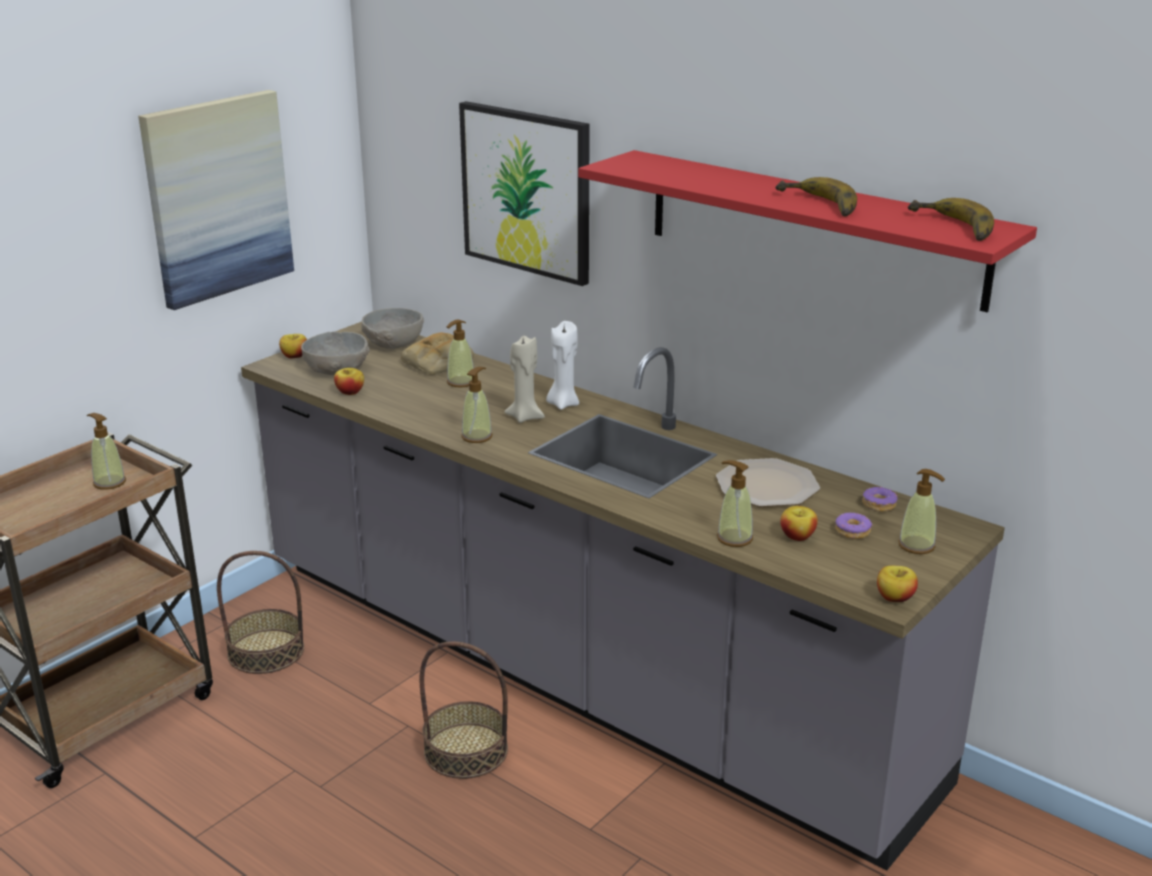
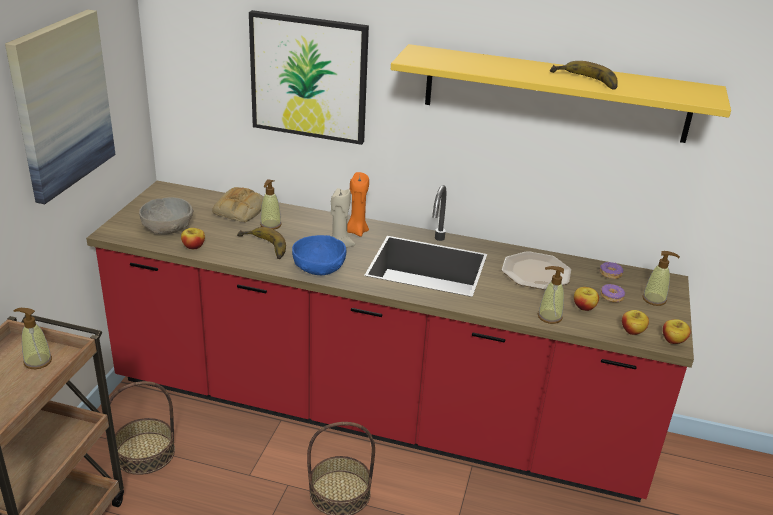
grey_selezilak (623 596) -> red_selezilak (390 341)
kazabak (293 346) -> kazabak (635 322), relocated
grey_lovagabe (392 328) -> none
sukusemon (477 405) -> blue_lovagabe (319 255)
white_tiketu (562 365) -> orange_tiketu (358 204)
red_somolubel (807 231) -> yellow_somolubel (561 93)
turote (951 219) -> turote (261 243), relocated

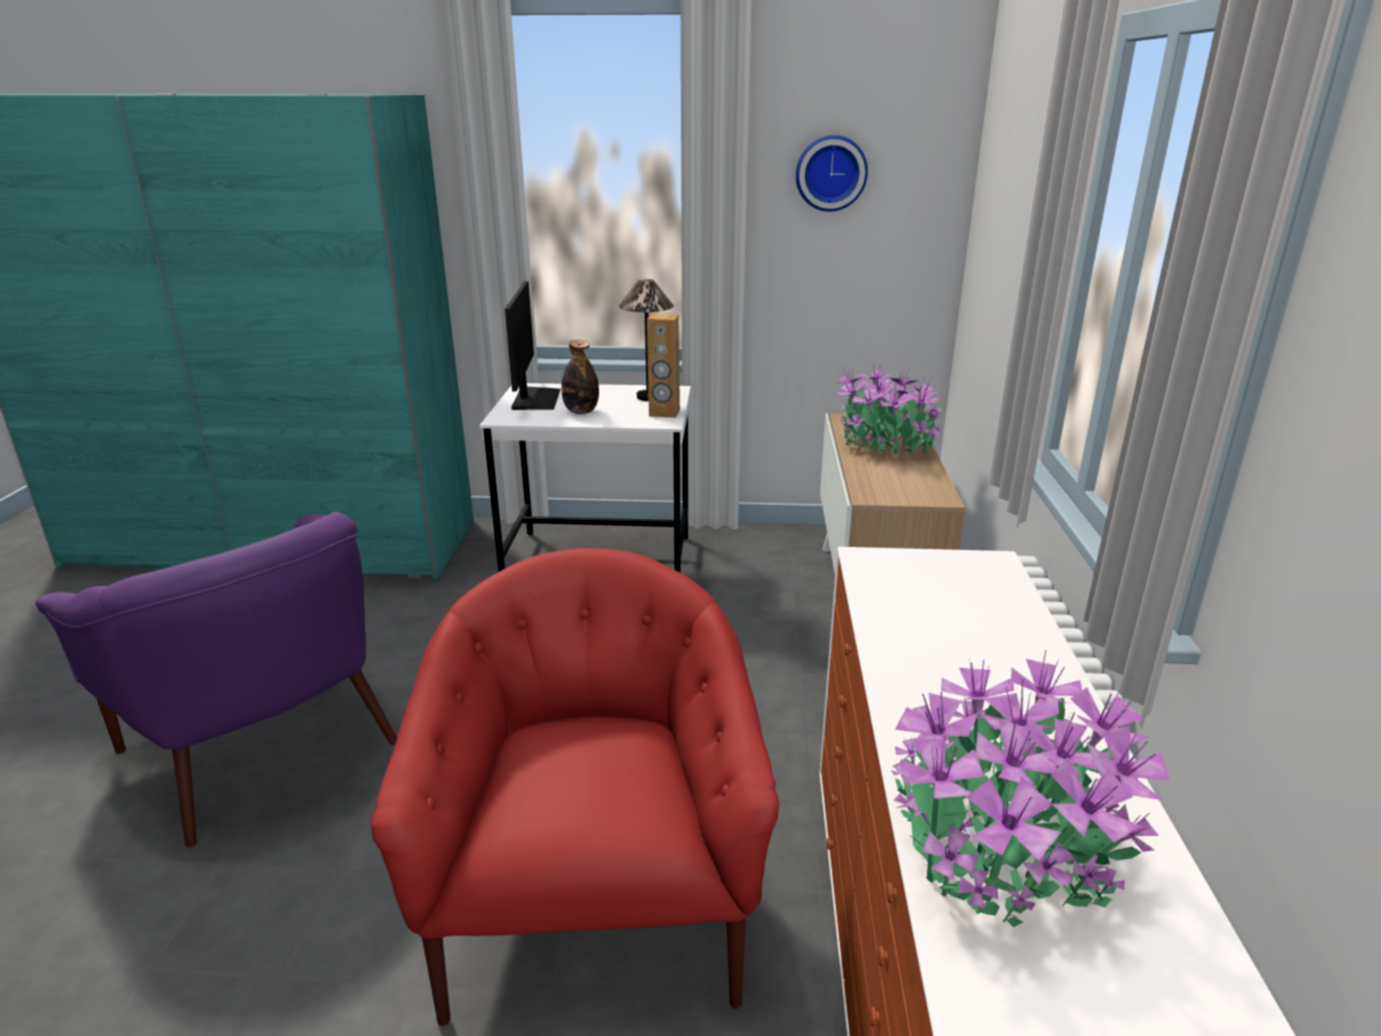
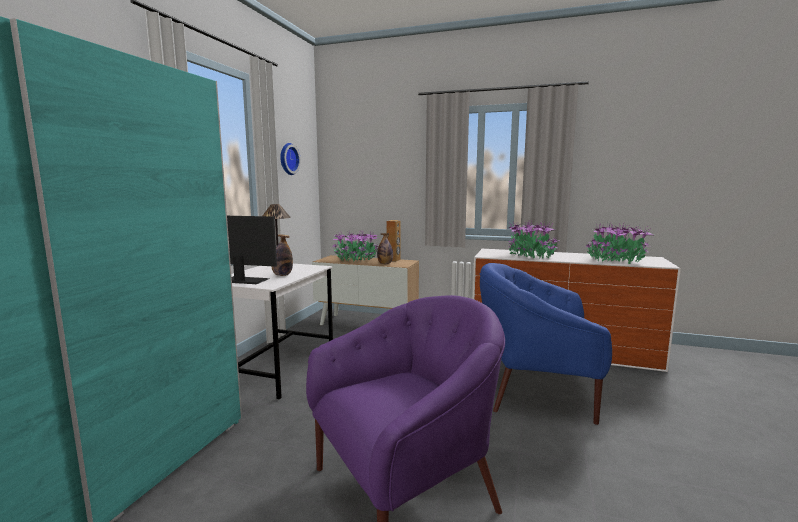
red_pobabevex (575 787) -> blue_pobabevex (546 344)
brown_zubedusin (663 365) -> brown_zubedusin (393 241), relocated
none -> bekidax (385 248)
none -> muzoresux (534 240)

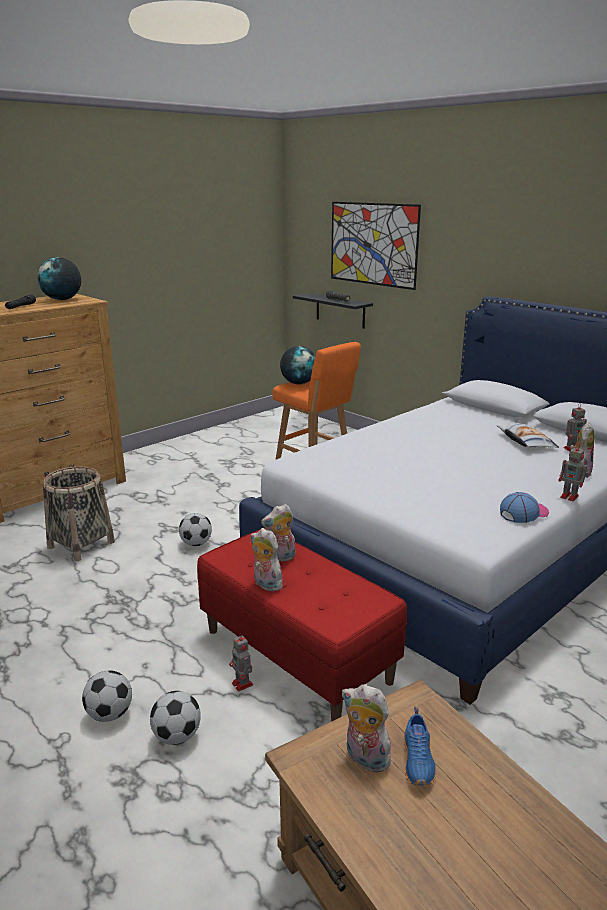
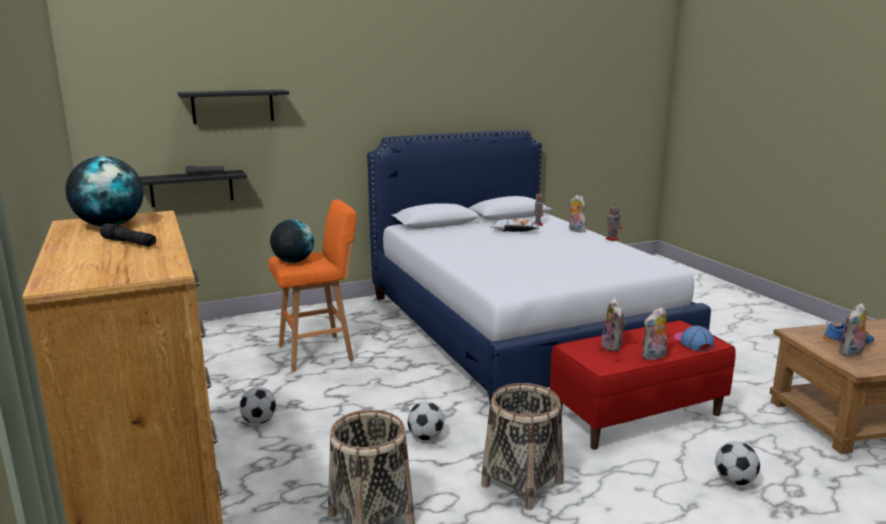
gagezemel (107 696) -> gagezemel (257 405), relocated
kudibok (241 662) -> none
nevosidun (376 246) -> black_somolubel (233 107)
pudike (524 507) -> pudike (694 338), relocated
none -> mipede (522 446)

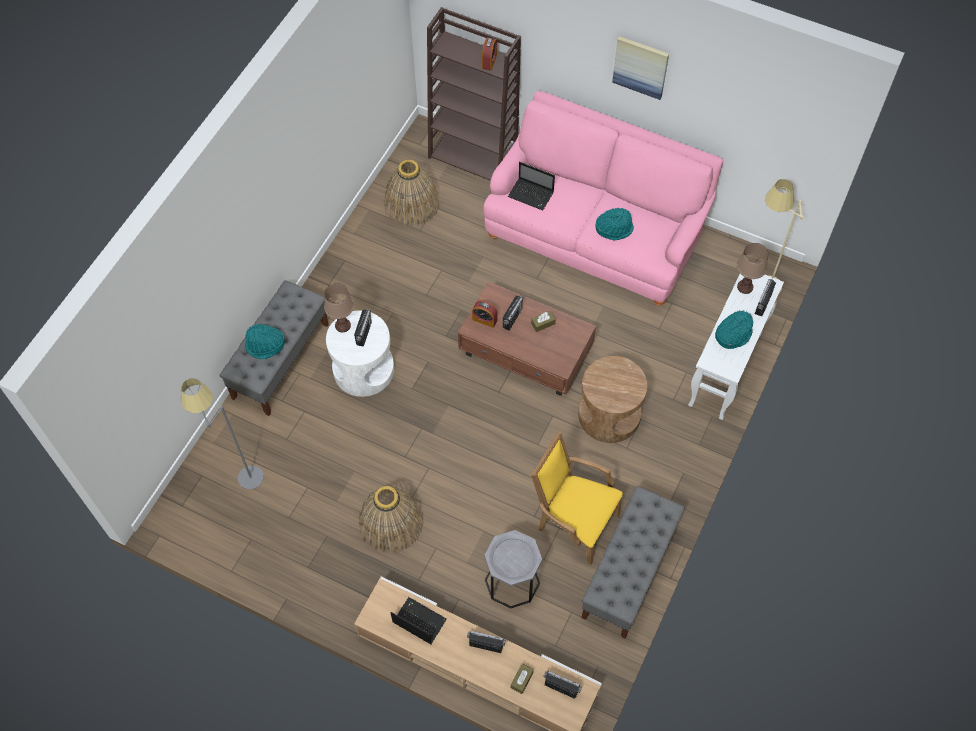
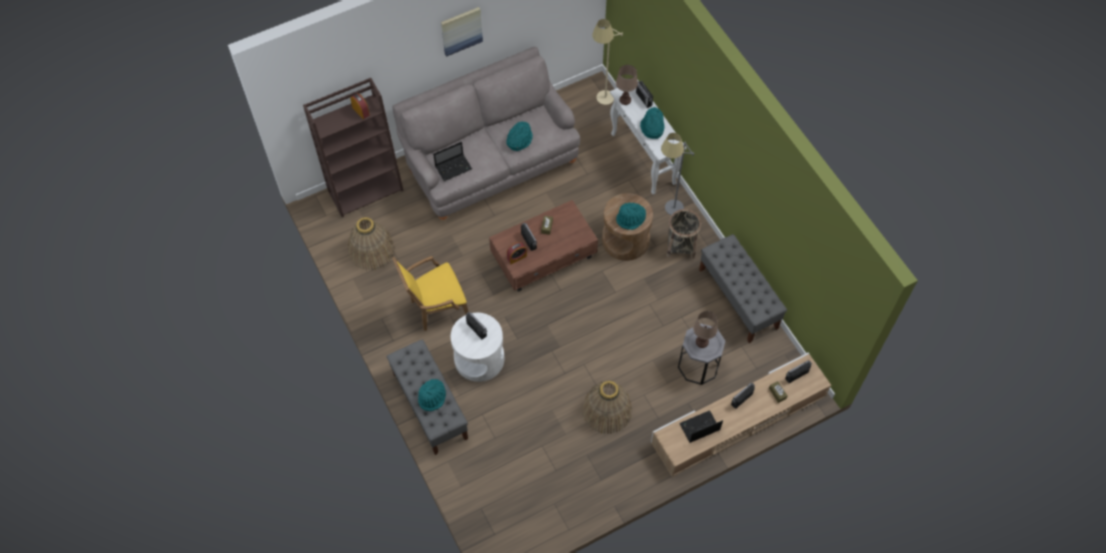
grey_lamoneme (222 433) -> grey_lamoneme (677 174), relocated
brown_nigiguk (339 307) -> brown_nigiguk (705 329), relocated
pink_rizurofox (603 198) -> grey_rizurofox (486 133)
yellow_pobabevex (577 498) -> yellow_pobabevex (430 293), relocated
none -> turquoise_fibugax (631 216)
none -> mipede (683 234)

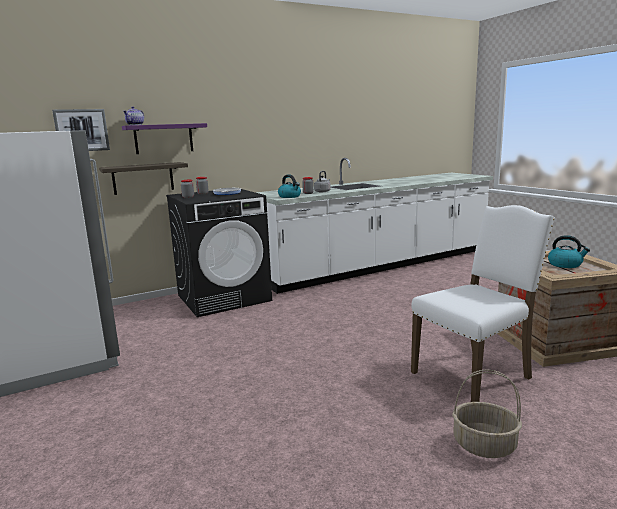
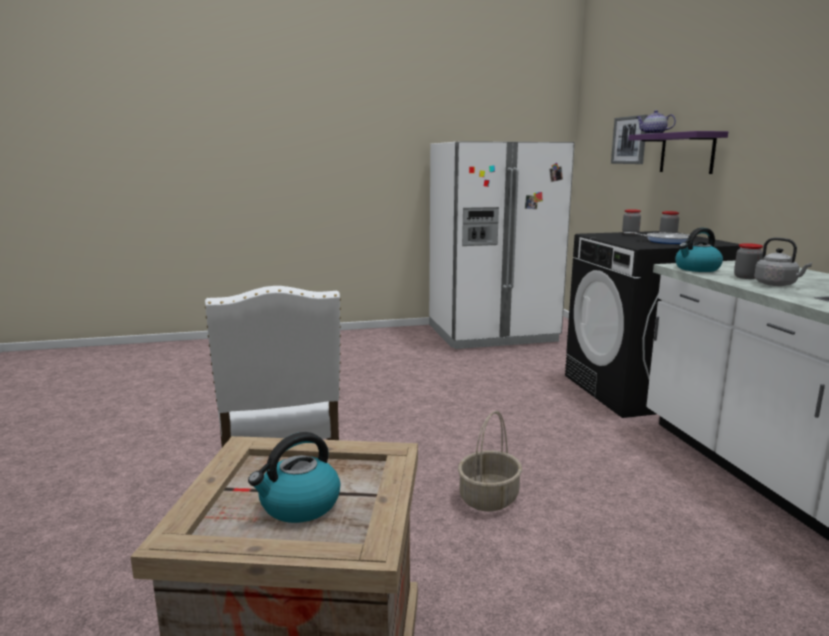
somolubel (143 178) -> none
mipede (487 413) -> mipede (490 461), relocated

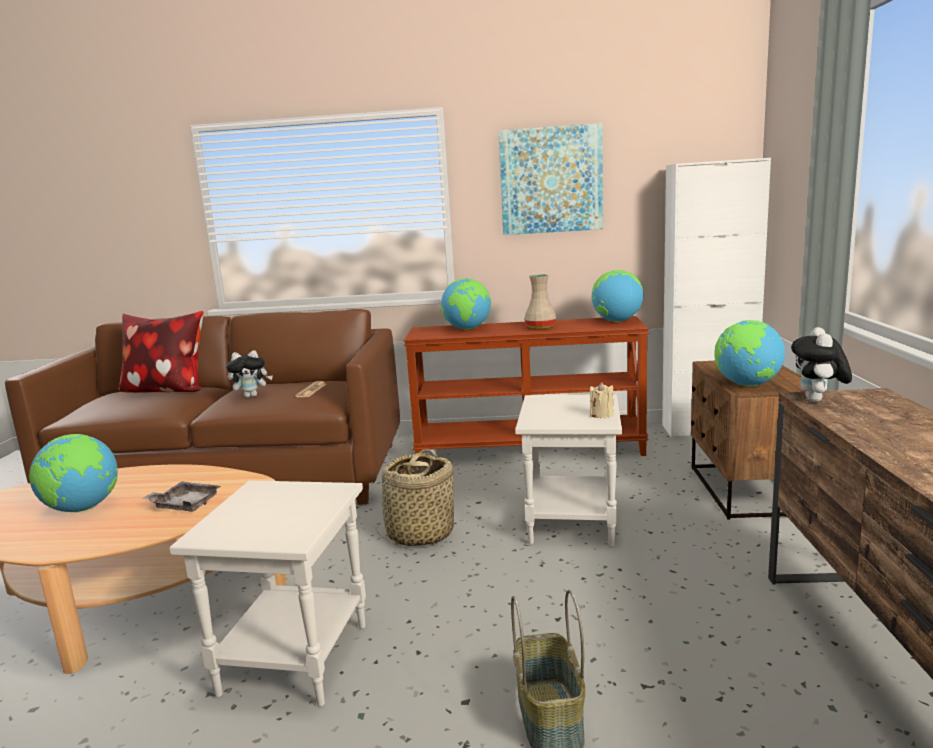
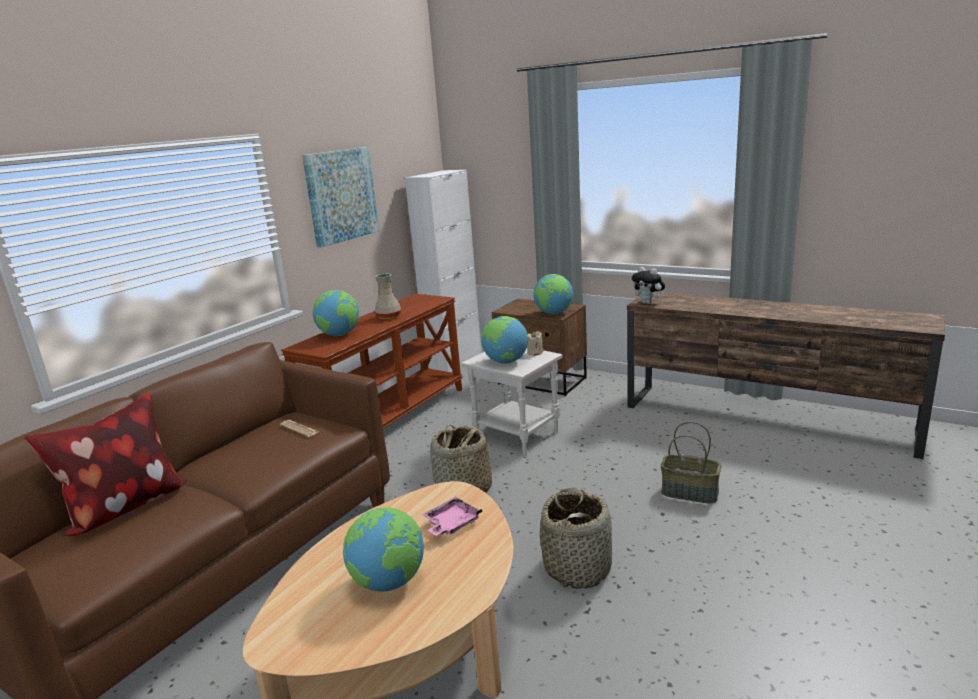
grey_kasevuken (181 497) -> pink_kasevuken (452 516)
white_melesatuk (267 593) -> mipede (576 538)
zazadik (249 374) -> none
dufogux (617 296) -> dufogux (504 340), relocated

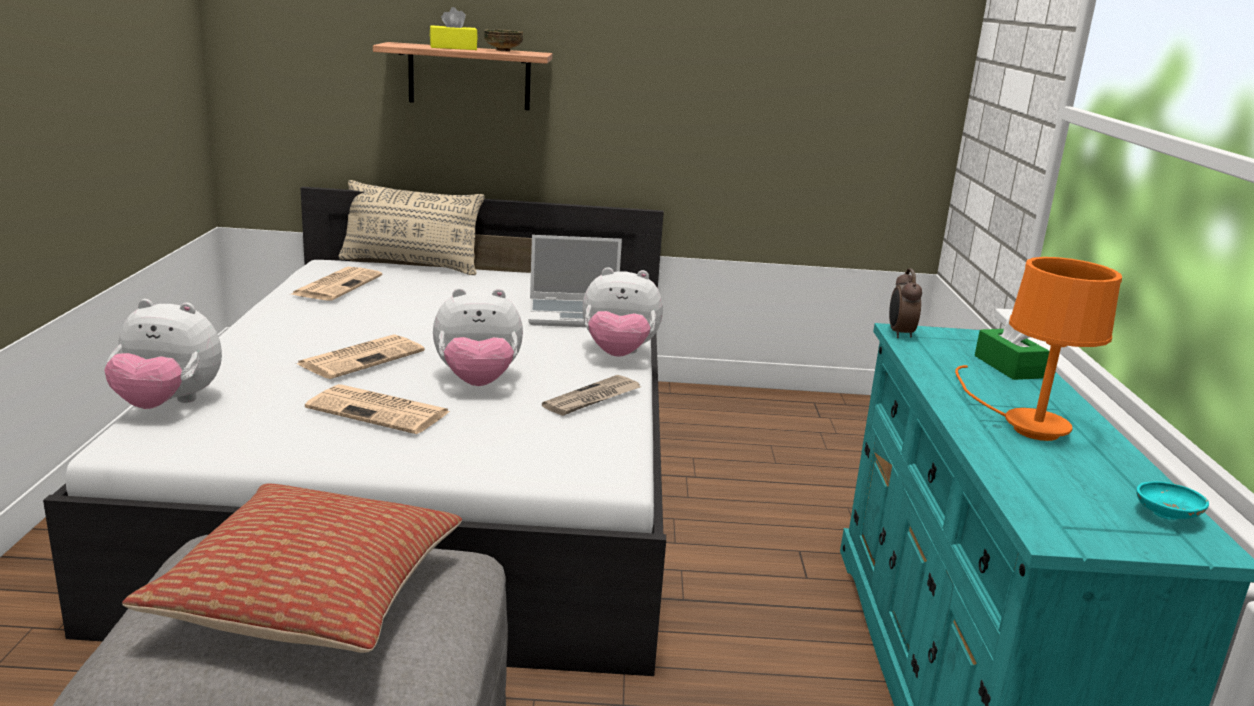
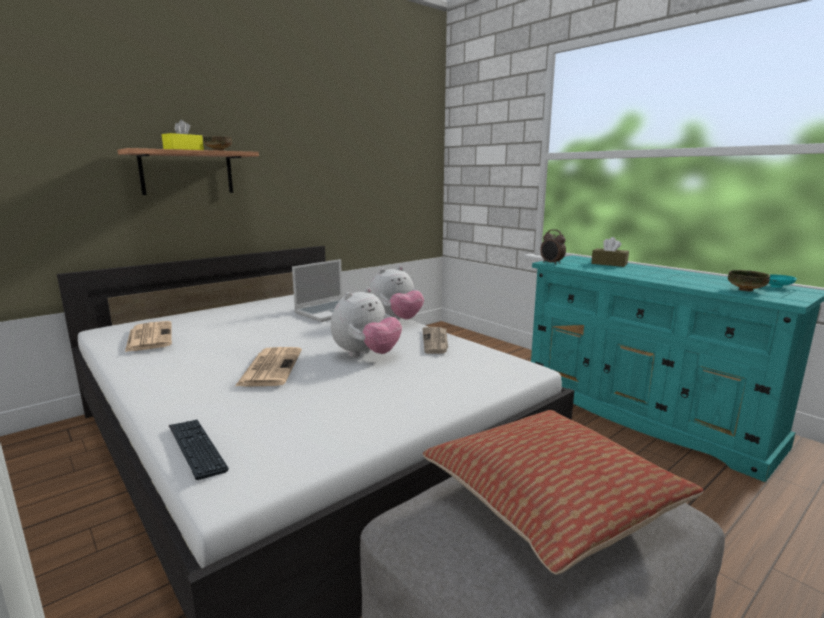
zazadik (163 354) -> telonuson (199 450)
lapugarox (378 409) -> none
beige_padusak (412 227) -> none
orange_nigiguk (1038 349) -> none
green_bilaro (1012 347) -> brown_bilaro (610 252)
none -> lovagabe (749 280)

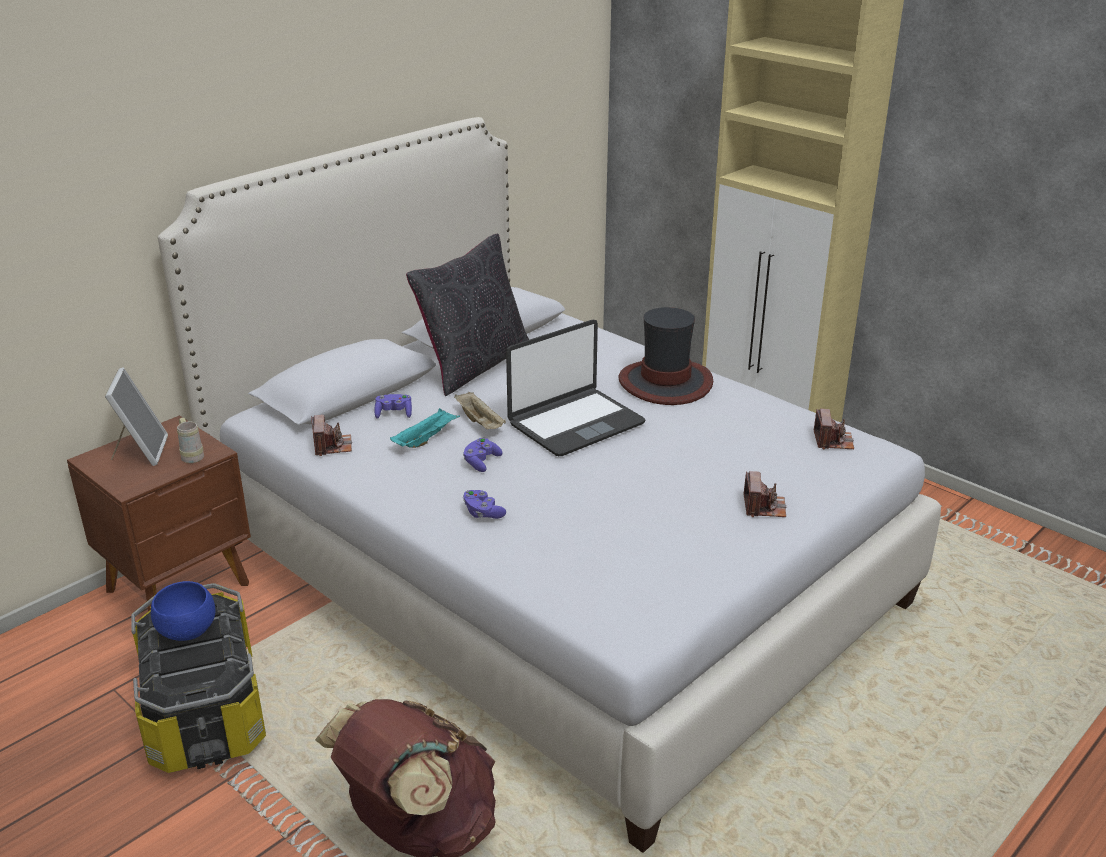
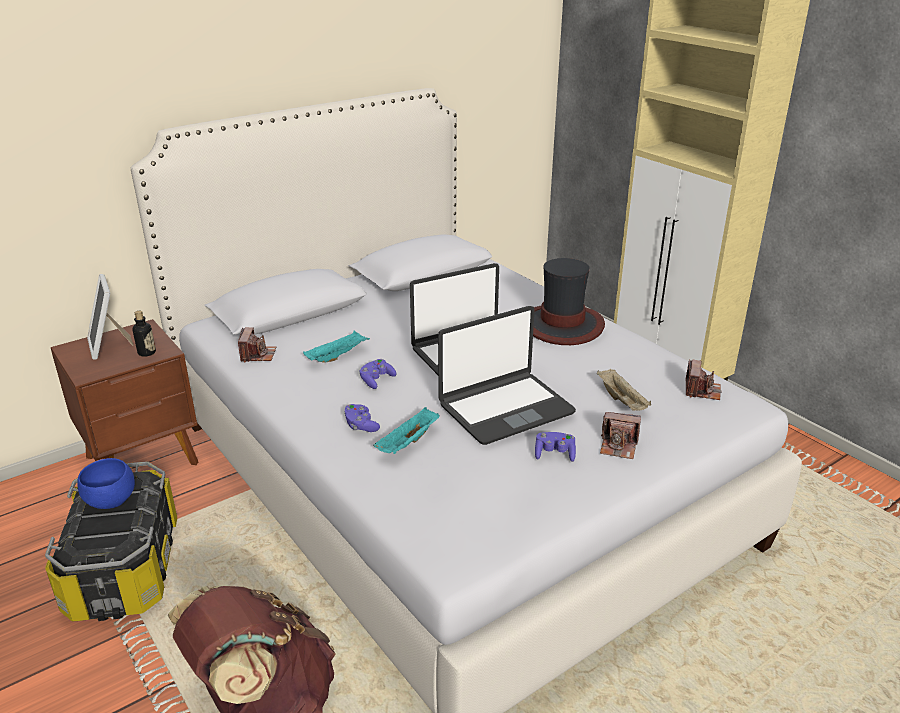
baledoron (136 416) -> baledoron (110 317), 150 degrees clockwise
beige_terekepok (190 440) -> bekidax (144 334)
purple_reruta (393 406) -> purple_reruta (555 447), relocated
black_padusak (467 314) -> none
beige_kasevuken (480 410) -> beige_kasevuken (624 390), relocated
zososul (765 494) -> zososul (620 435), 90 degrees clockwise
none -> turquoise_kasevuken (406 430)
none -> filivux (507 375)

